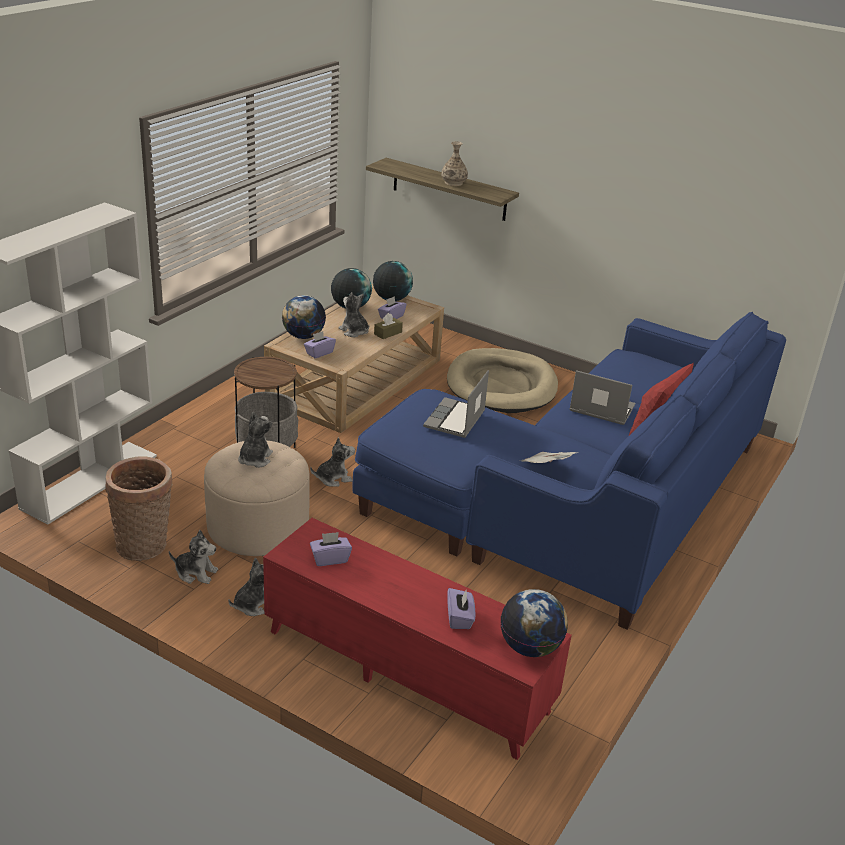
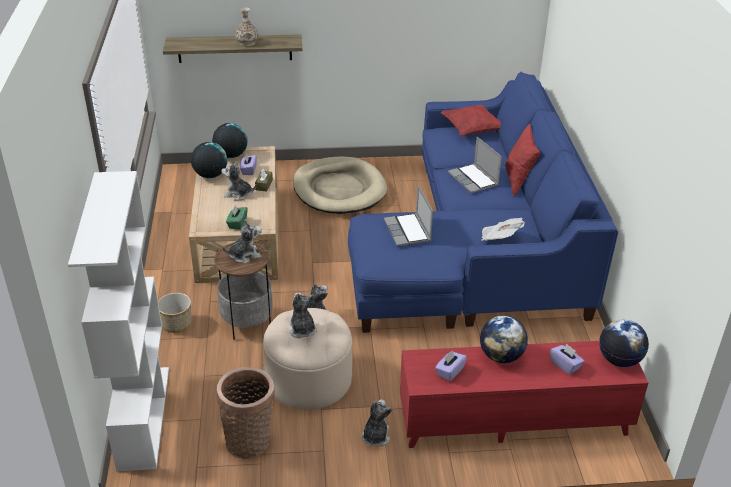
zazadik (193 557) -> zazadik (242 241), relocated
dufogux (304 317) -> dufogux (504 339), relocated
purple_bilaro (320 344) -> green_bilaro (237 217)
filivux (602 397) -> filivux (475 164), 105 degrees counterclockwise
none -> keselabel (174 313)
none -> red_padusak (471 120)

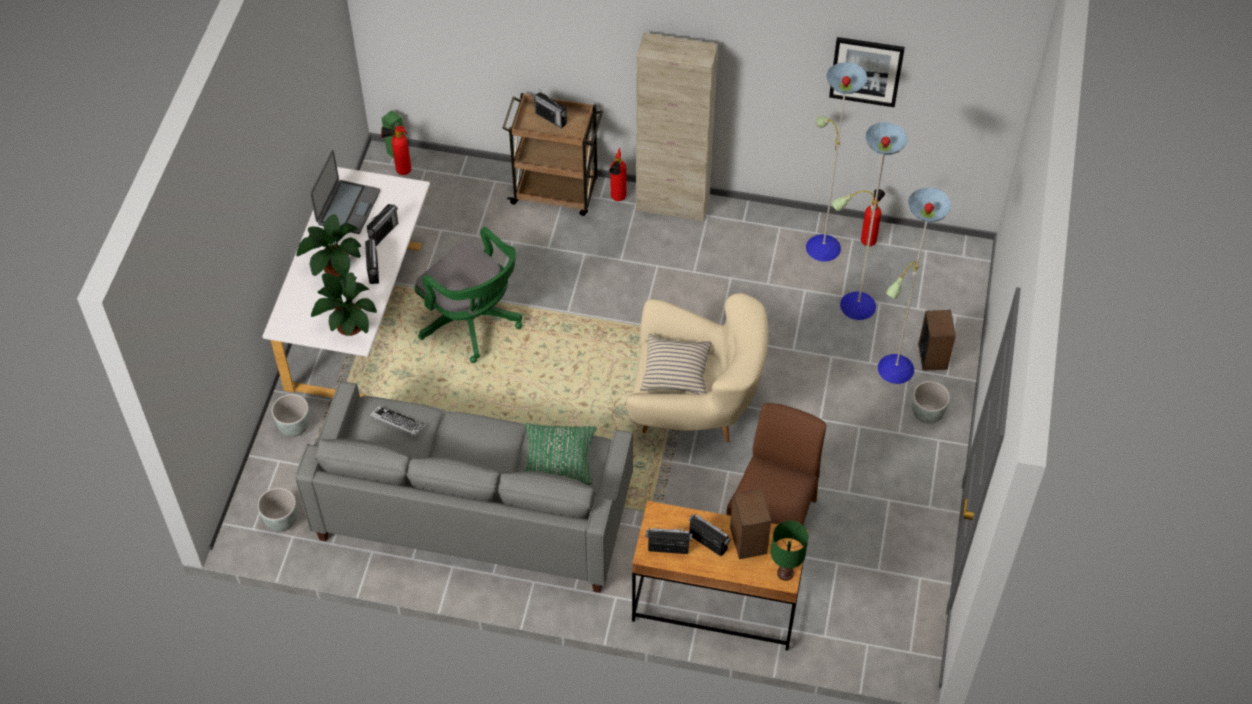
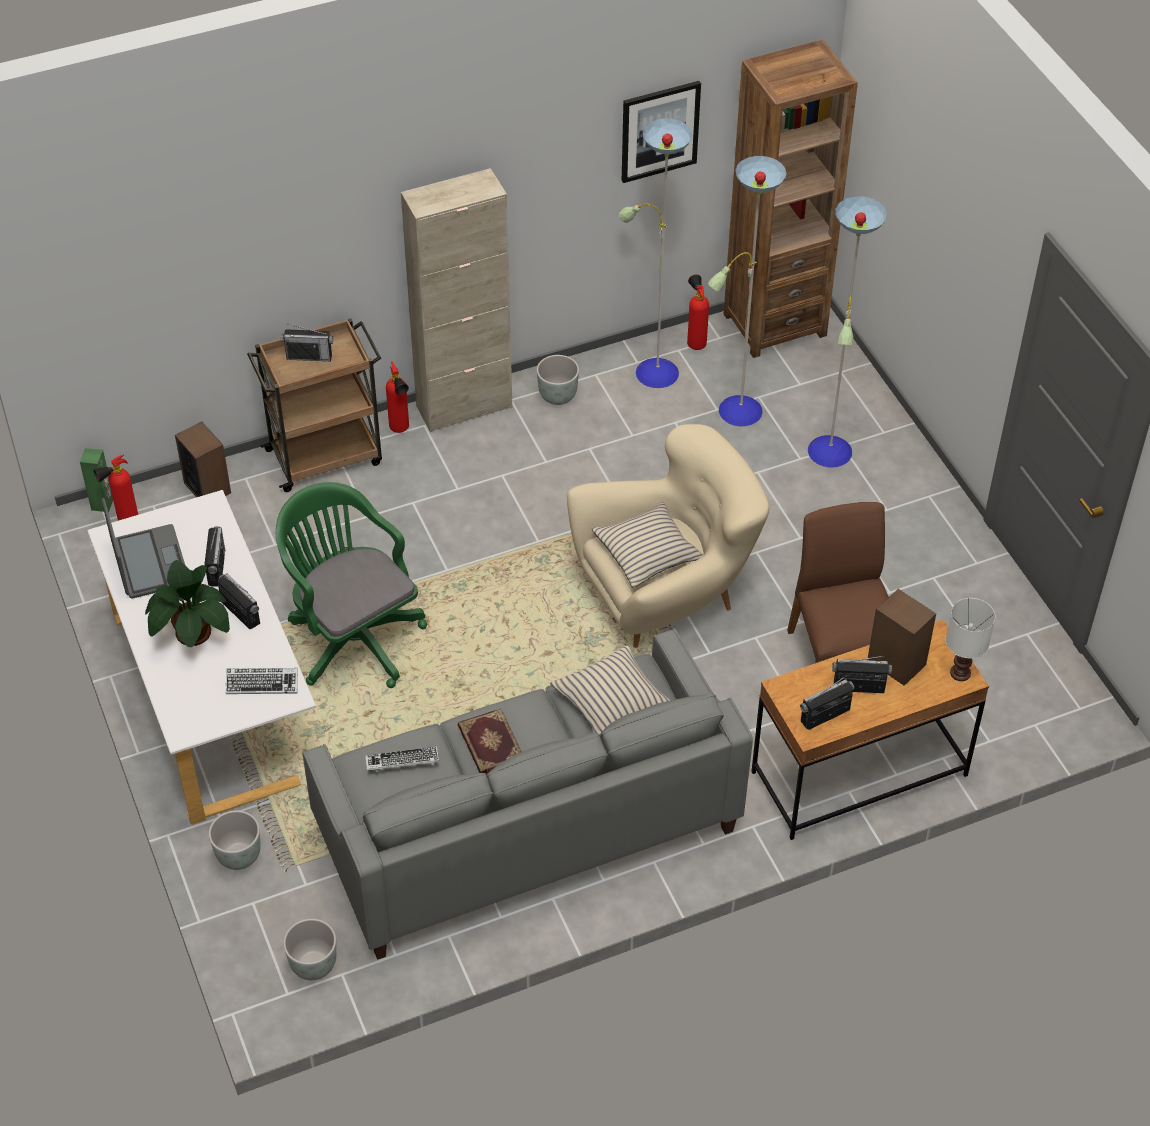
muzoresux (344 304) -> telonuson (261 681)
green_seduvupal (468 295) -> green_seduvupal (351 585), 135 degrees counterclockwise
green_padusak (561 454) -> beige_padusak (610 689)
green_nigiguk (789 551) -> white_nigiguk (970 639)
grey_keselabel (931 402) -> grey_keselabel (558 380), relocated
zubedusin (937 340) -> zubedusin (203 459), relocated
none -> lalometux (490 741)
none -> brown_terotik (791 199)

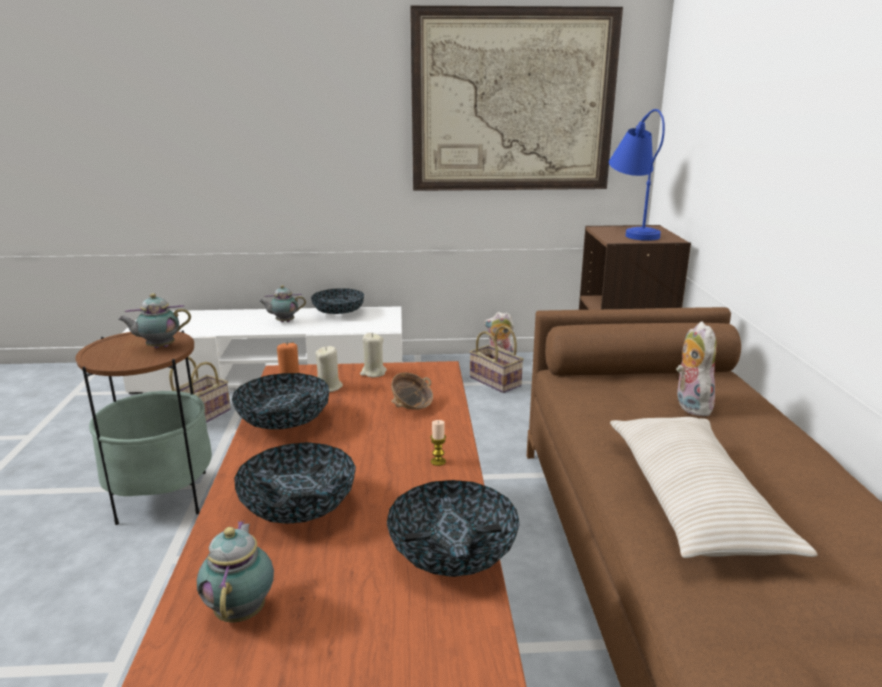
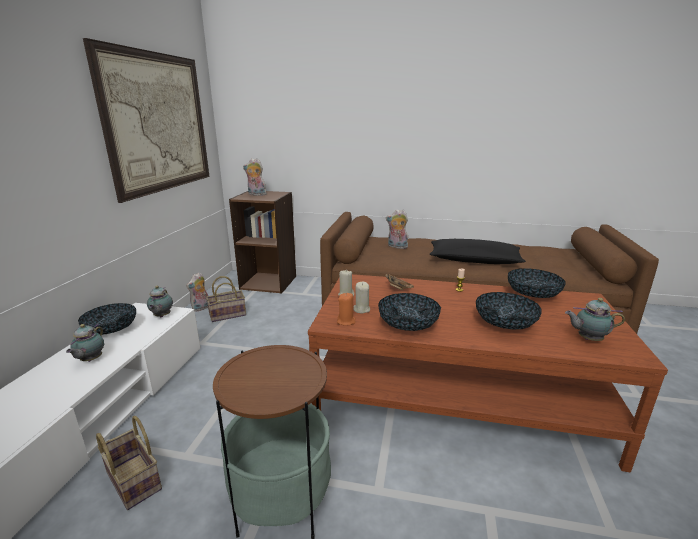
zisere (154 320) -> zisere (160 301), relocated
blue_nigiguk (637 175) -> zazadik (255 177)
beige_padusak (714 487) -> black_padusak (478 251)

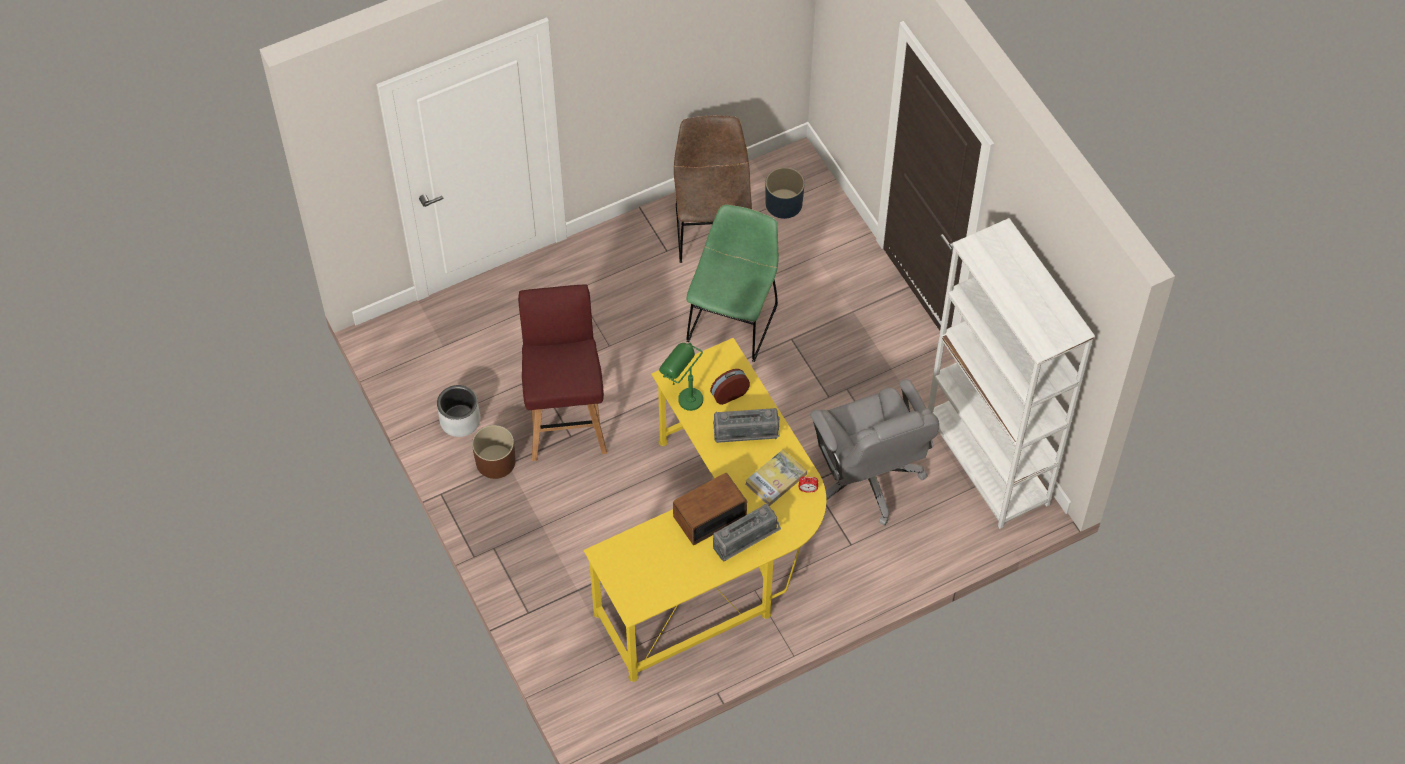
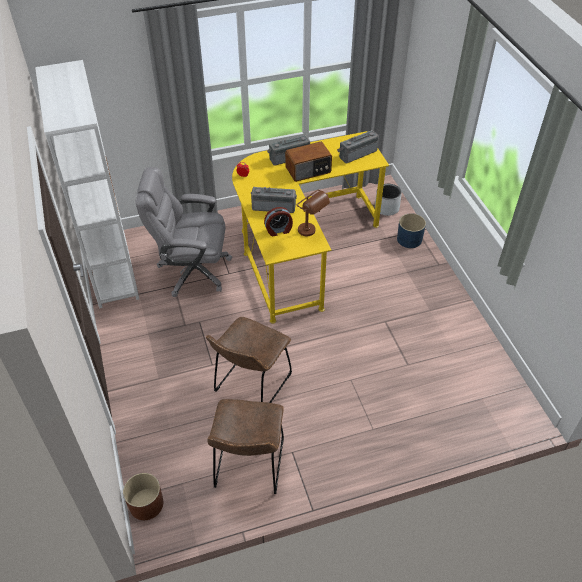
grey_keselabel (458 411) -> grey_keselabel (388 200), relocated
brown_keselabel (494 452) -> brown_keselabel (143 496), relocated
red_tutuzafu (562 372) -> none
green_nigiguk (681 376) -> brown_nigiguk (313 213)
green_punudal (732 283) -> brown_punudal (249 360)
lalometux (776 478) -> none
blue_keselabel (784 193) -> blue_keselabel (411 230), relocated
grey_seduvupal (874 452) -> grey_seduvupal (184 232), 75 degrees counterclockwise
none -> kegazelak (358 146)

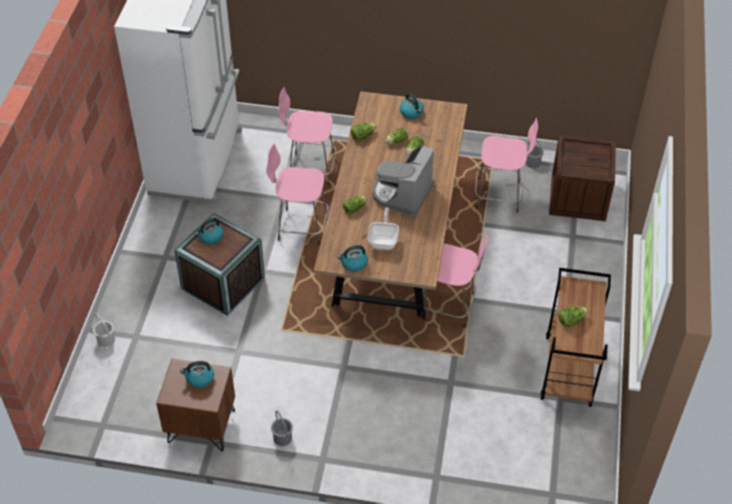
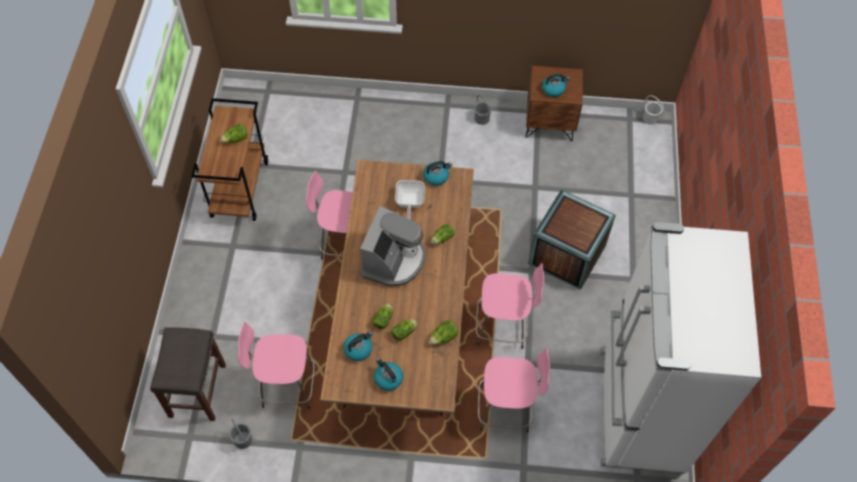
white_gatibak (104 330) -> white_gatibak (653 110), relocated
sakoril (209 231) -> sakoril (358 346), relocated
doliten (582 178) -> grey_tutuzafu (188 374)

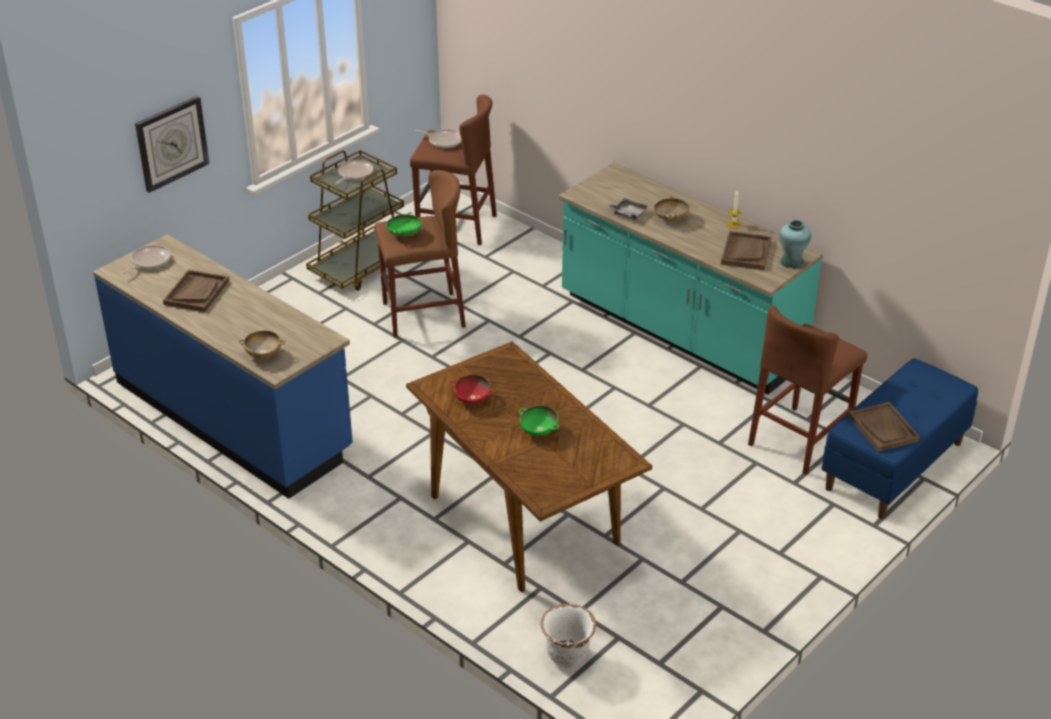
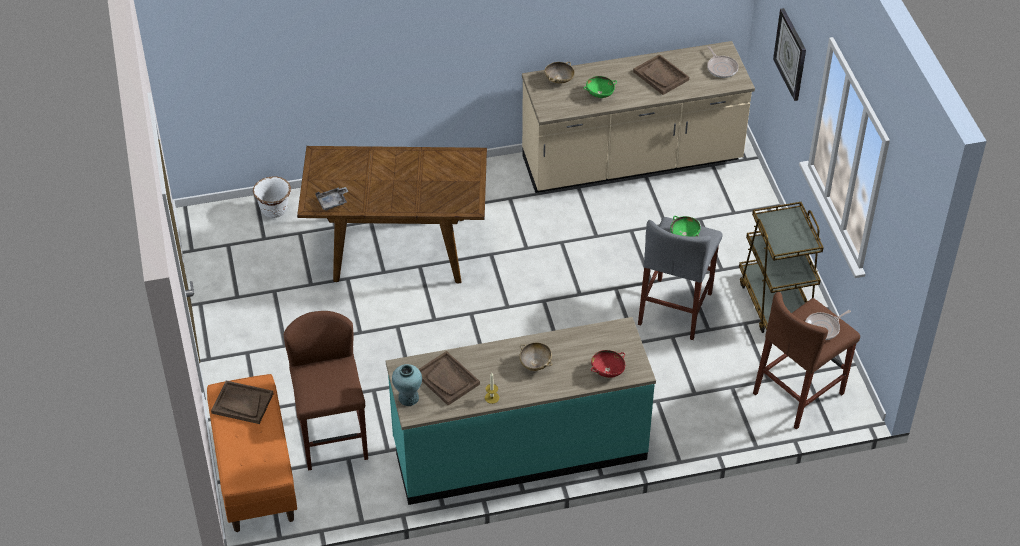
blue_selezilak (223 366) -> beige_selezilak (638 117)
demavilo (354 172) -> none
brown_tutuzafu (420 254) -> grey_tutuzafu (680 278)
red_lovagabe (472 389) -> red_lovagabe (608 364), relocated
green_lovagabe (539 421) -> green_lovagabe (600 87), relocated
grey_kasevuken (627 209) -> grey_kasevuken (332 199), relocated
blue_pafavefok (900 438) -> orange_pafavefok (252 453)

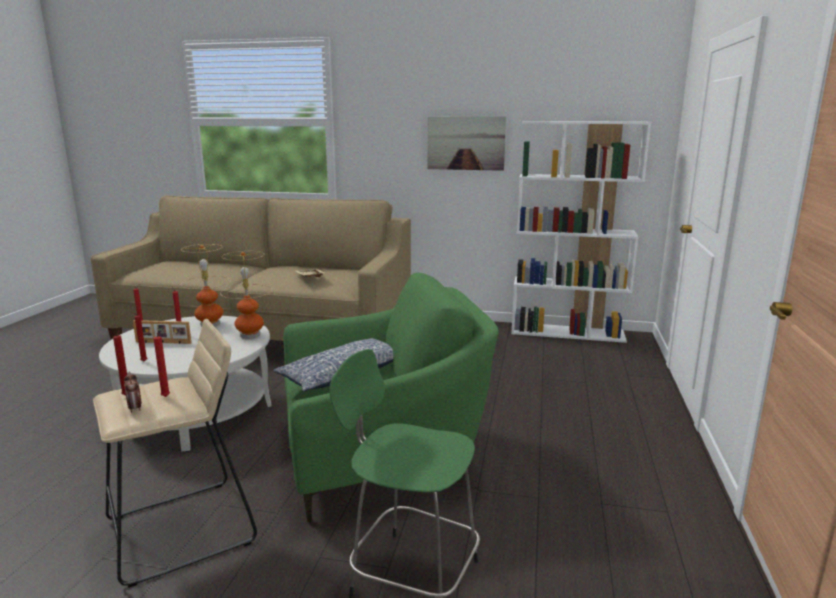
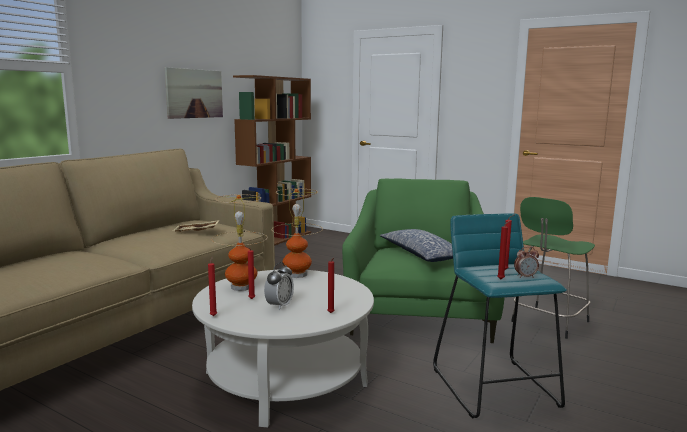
beige_tutuzafu (175 453) -> turquoise_tutuzafu (500 315)
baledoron (162 332) -> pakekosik (279 286)
white_terotik (581 232) -> brown_terotik (272 160)

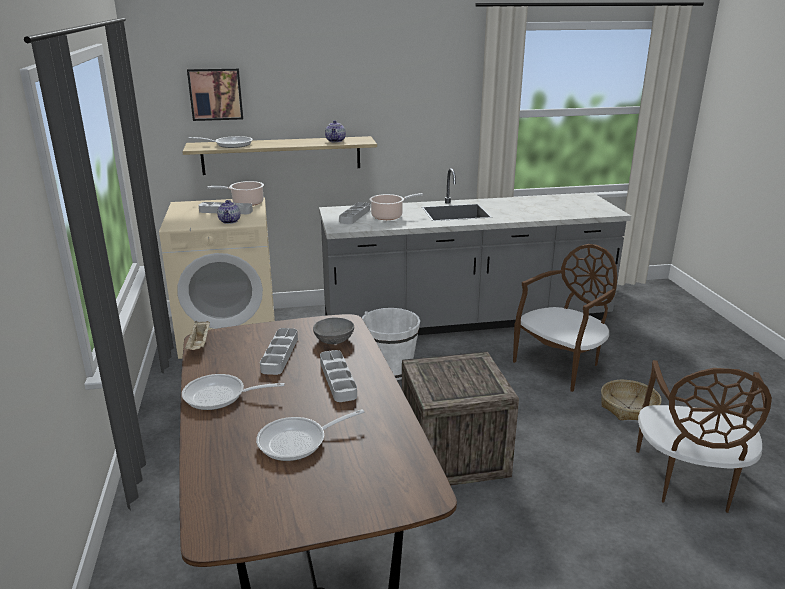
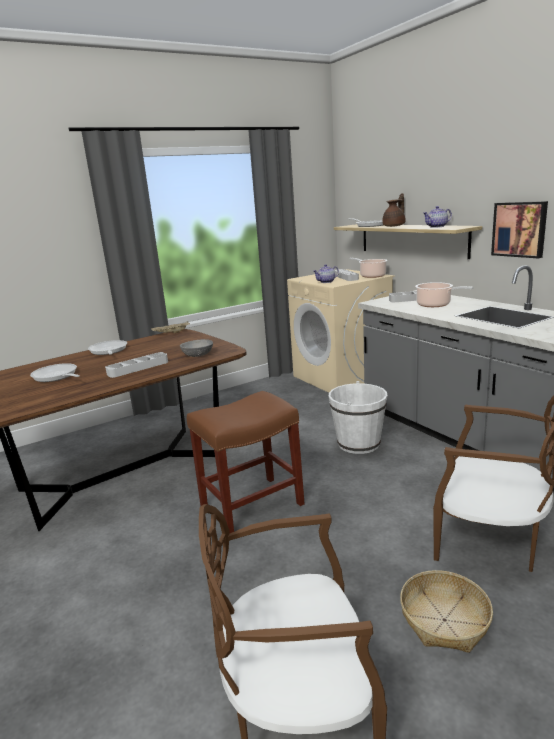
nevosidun (215 94) -> nevosidun (519 229), relocated
grey_kasevuken (279 351) -> none
doliten (460 418) -> brown_tutuzafu (246 462)
none -> brown_zisere (394 210)

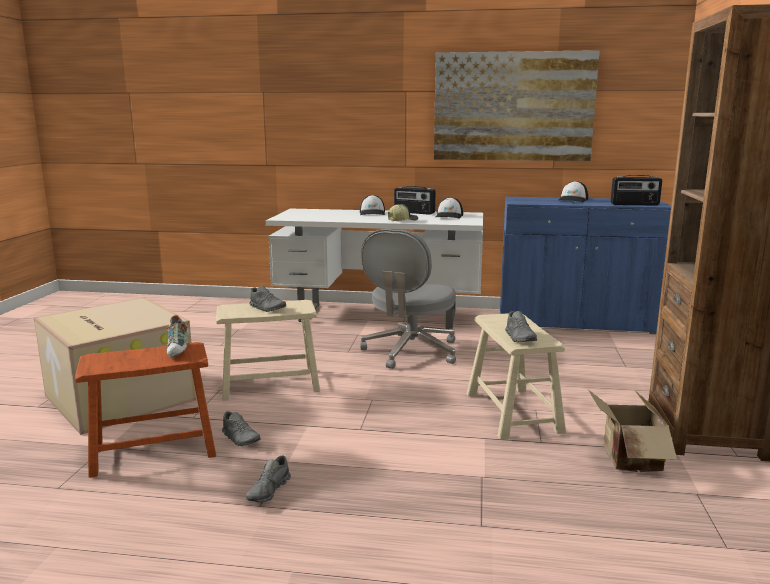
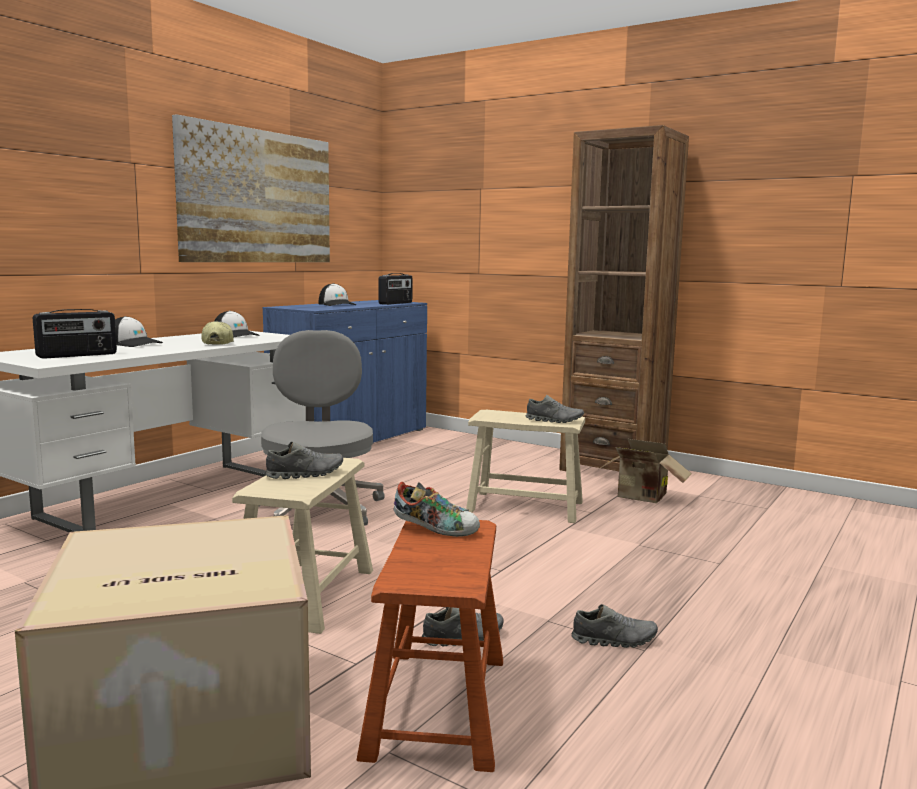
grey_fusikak (268 479) -> grey_fusikak (614 626), 45 degrees counterclockwise
grey_seduvupal (408 299) -> grey_seduvupal (322 428), 150 degrees counterclockwise
kegazelak (414 200) -> kegazelak (75 334), relocated

